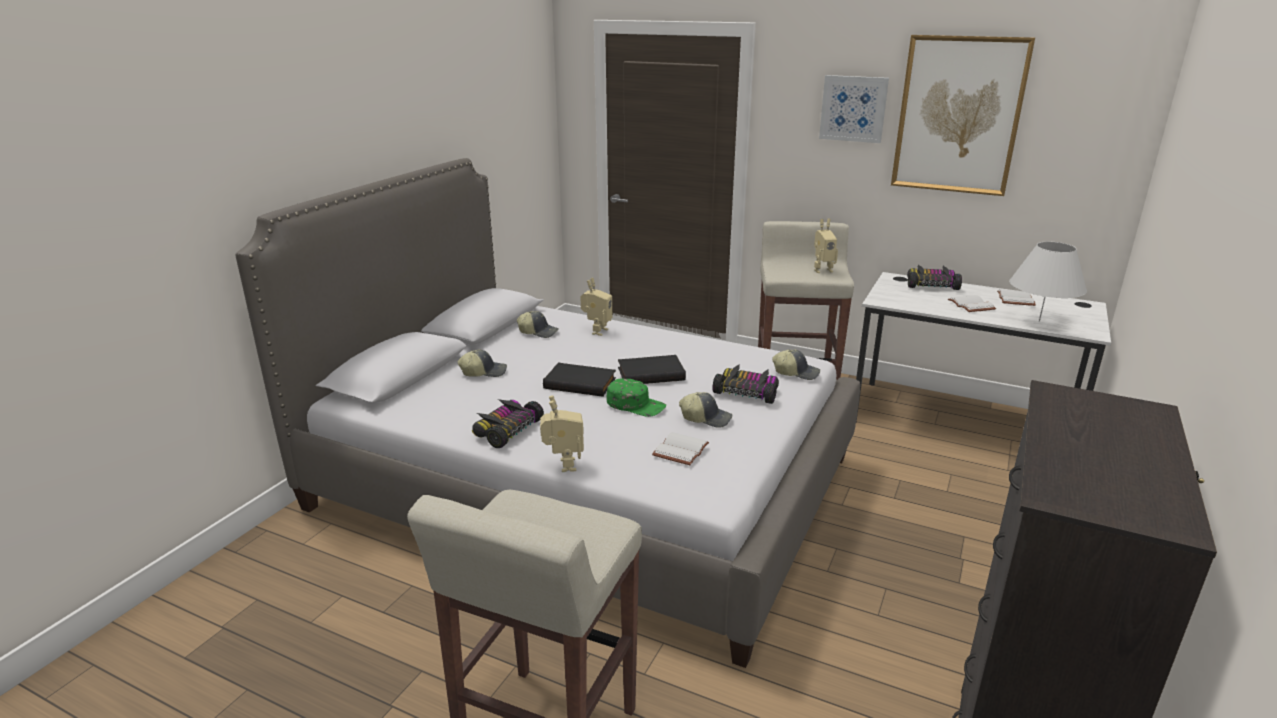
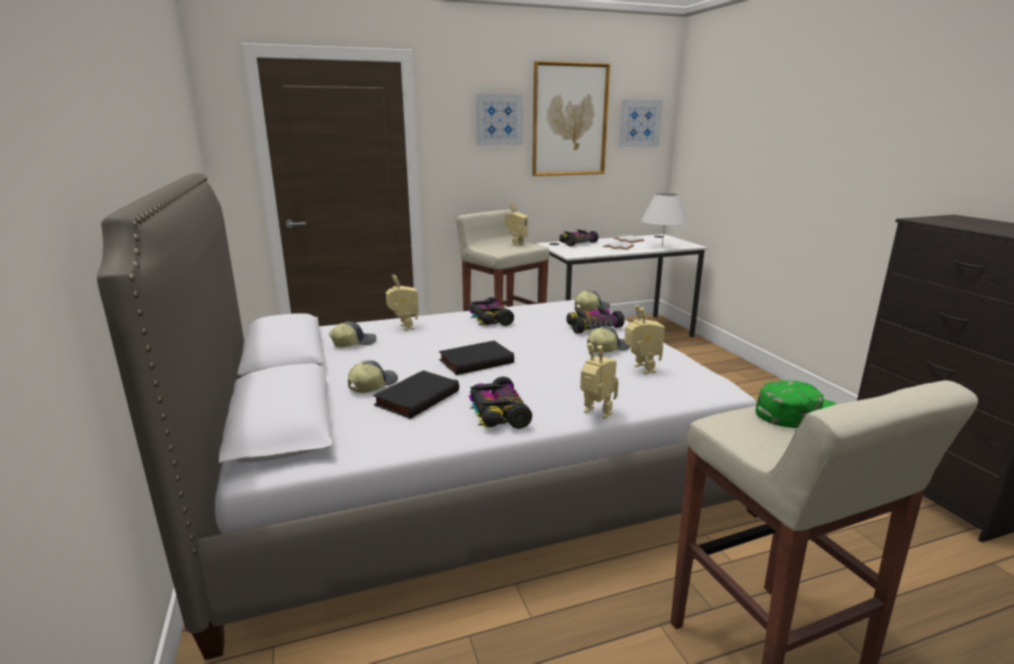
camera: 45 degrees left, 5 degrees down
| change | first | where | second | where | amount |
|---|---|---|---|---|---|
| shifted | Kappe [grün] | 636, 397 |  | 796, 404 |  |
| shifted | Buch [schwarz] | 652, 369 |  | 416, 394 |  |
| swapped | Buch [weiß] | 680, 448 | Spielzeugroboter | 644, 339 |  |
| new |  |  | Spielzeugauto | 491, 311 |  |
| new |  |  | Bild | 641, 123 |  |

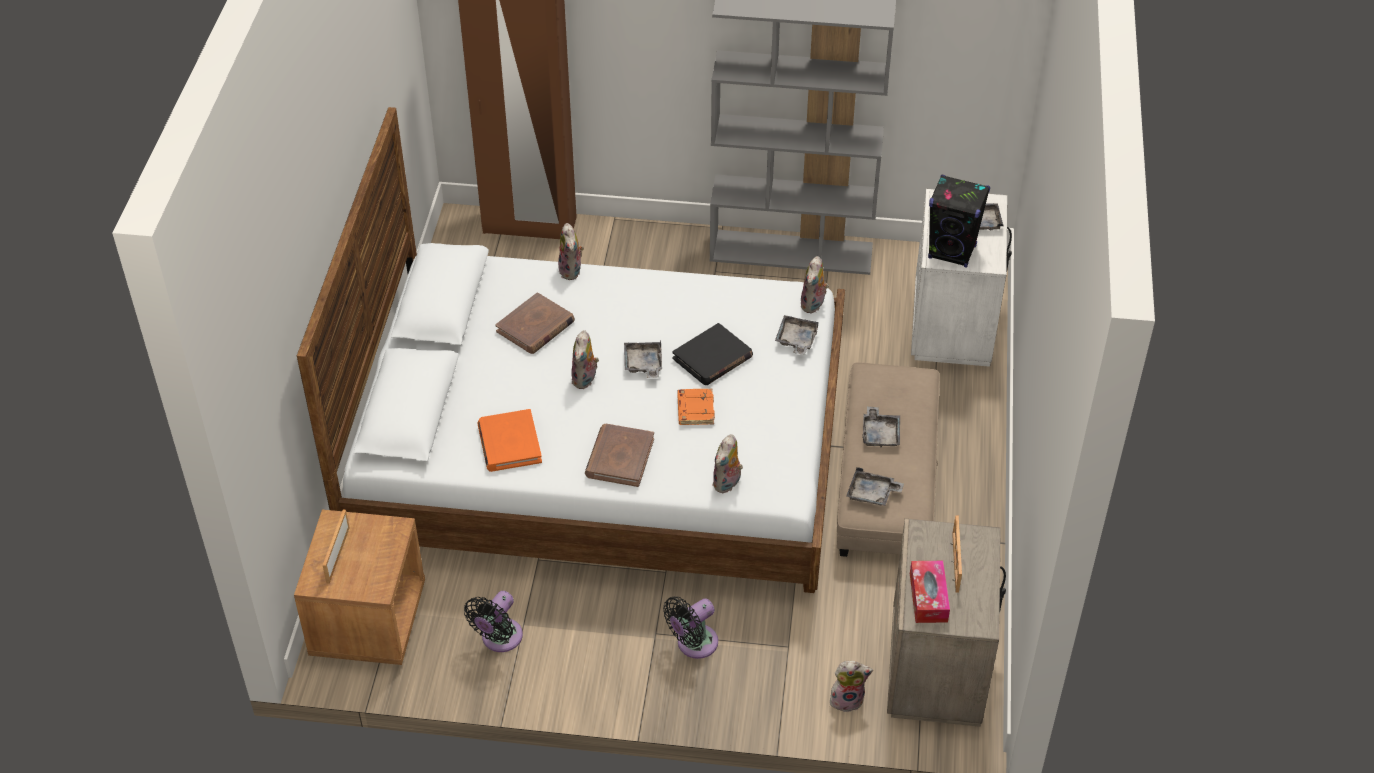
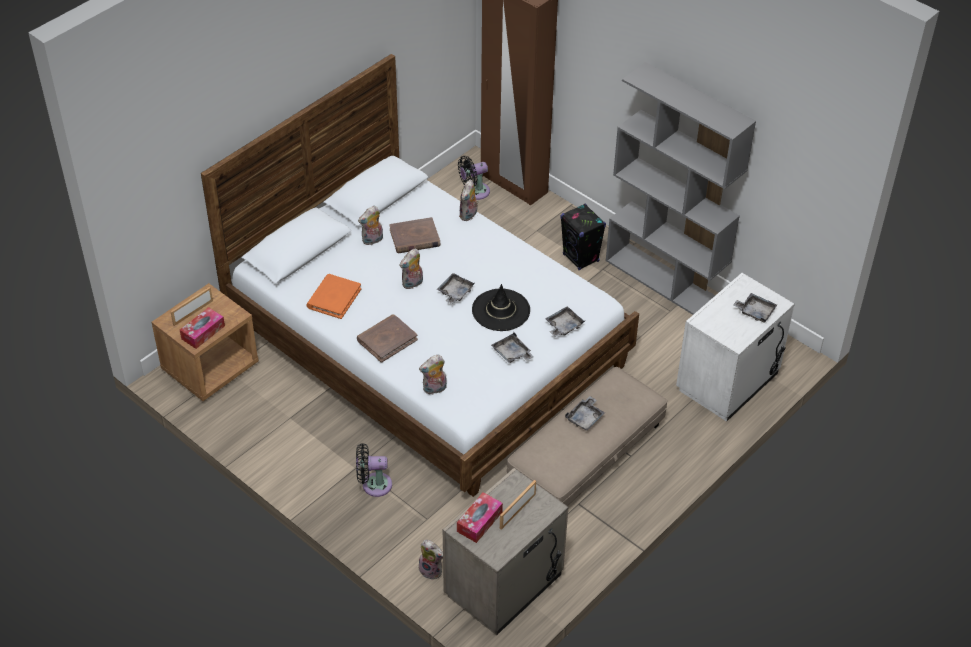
camera: 35 degrees right, 0 degrees up
| change | first | where | second | where | amount |
|---|---|---|---|---|---|
| shifted | Ventilator [schwarz] | 493, 621 |  | 474, 178 |  |
| swapped | Buch [schwarz] | 712, 354 | Hut [schwarz] | 501, 307 |  |
| gone | Buch [orange] | 696, 406 |  |  |  |
| shifted | Plüschtier | 815, 284 |  | 370, 225 |  |
| shifted | Tablett [grau] | 875, 486 |  | 512, 347 |  |
| shifted | Lautsprecher [schwarz] | 959, 221 |  | 583, 237 |  |
| new |  |  | Taschentuchbox | 202, 328 |  |

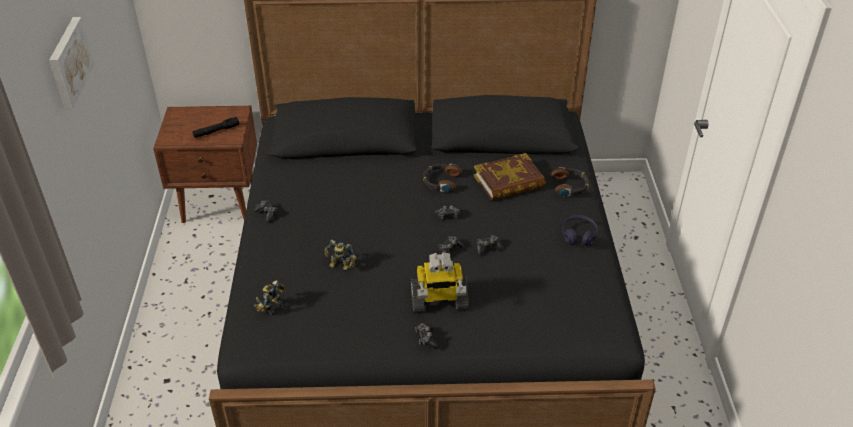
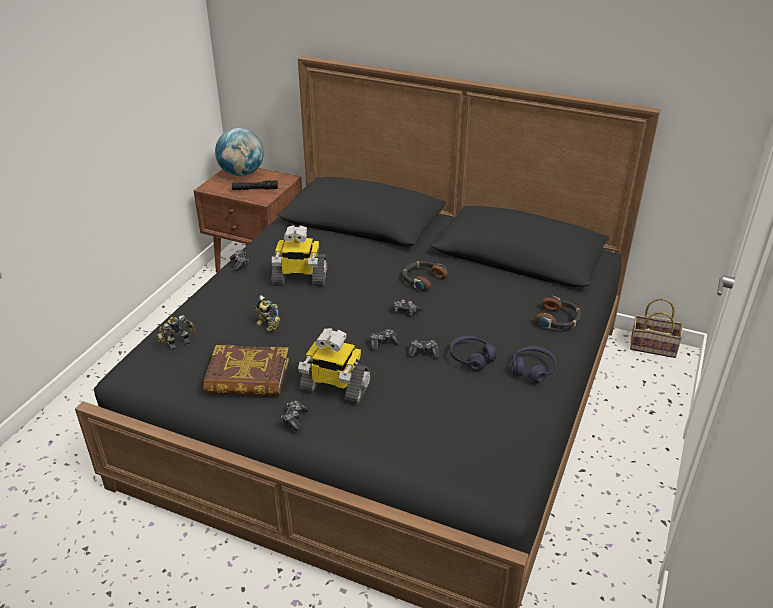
camera: 25 degrees right, 5 degrees down
| change | first | where | second | where | amount |
|---|---|---|---|---|---|
| gone | Bild | 71, 63 |  |  |  |
| shifted | Buch | 510, 177 |  | 246, 370 |  |
| new |  |  | Globus | 239, 152 |  |
| new |  |  | Spielzeugroboter | 299, 255 |  |
| new |  |  | Kopfhörer [lila] | 473, 353 |  |
| new |  |  | Korb | 656, 328 |  |

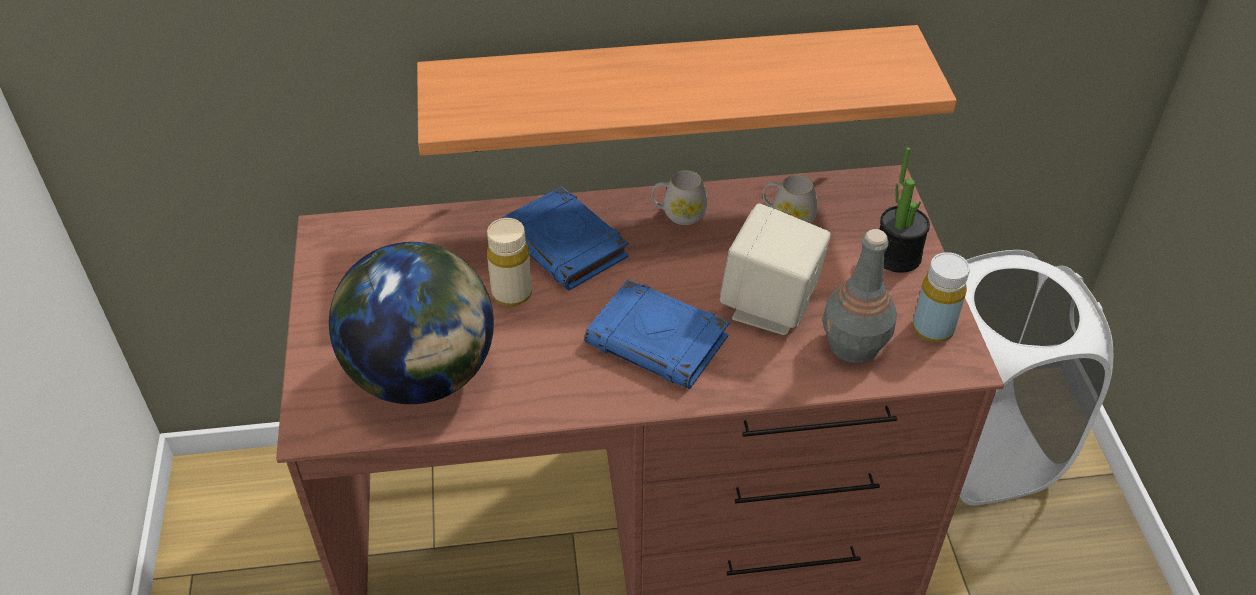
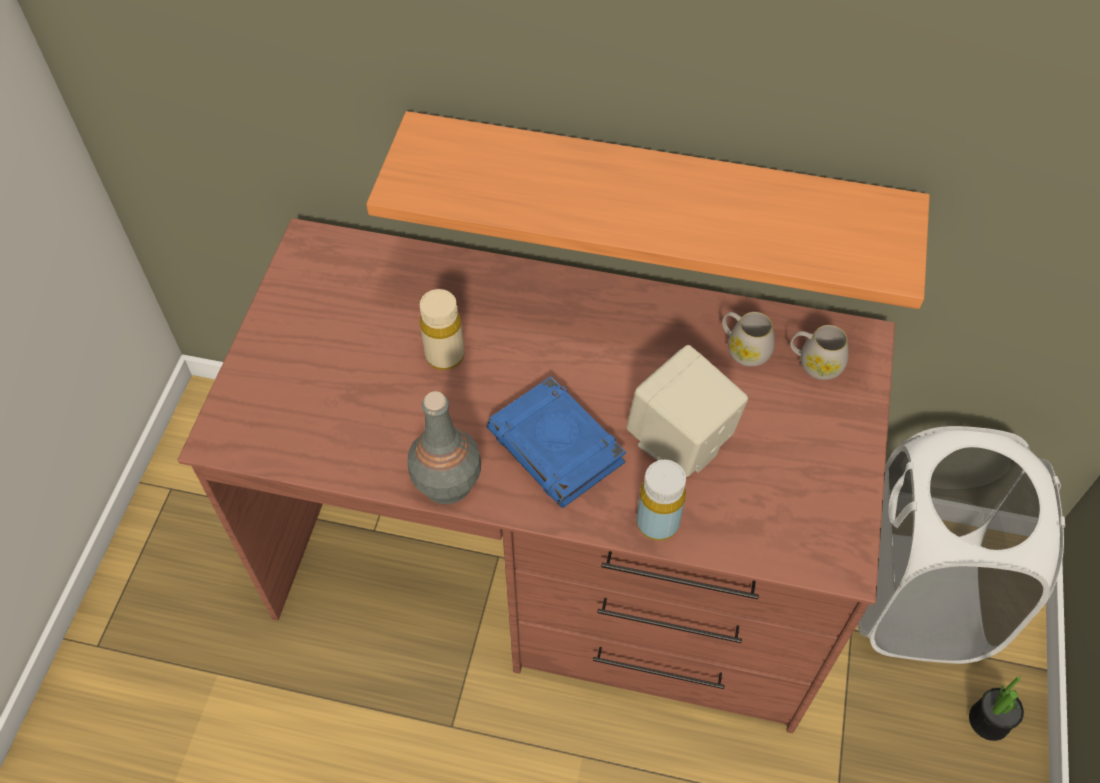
camera: 20 degrees right, 10 degrees up
| change | first | where | second | where | amount |
|---|---|---|---|---|---|
| gone | Globus | 411, 323 |  |  |  |
| gone | Buch [blau] | 566, 238 |  |  |  |
| shifted | Henkelbecher [weiß] | 679, 197 |  | 819, 352 |  |
| shifted | Flasche [grau] | 859, 296 |  | 444, 447 |  |
| shifted | Topfpflanze | 904, 210 |  | 996, 708 |  |
| shifted | Flasche [gelb] | 941, 297 |  | 661, 500 |  |

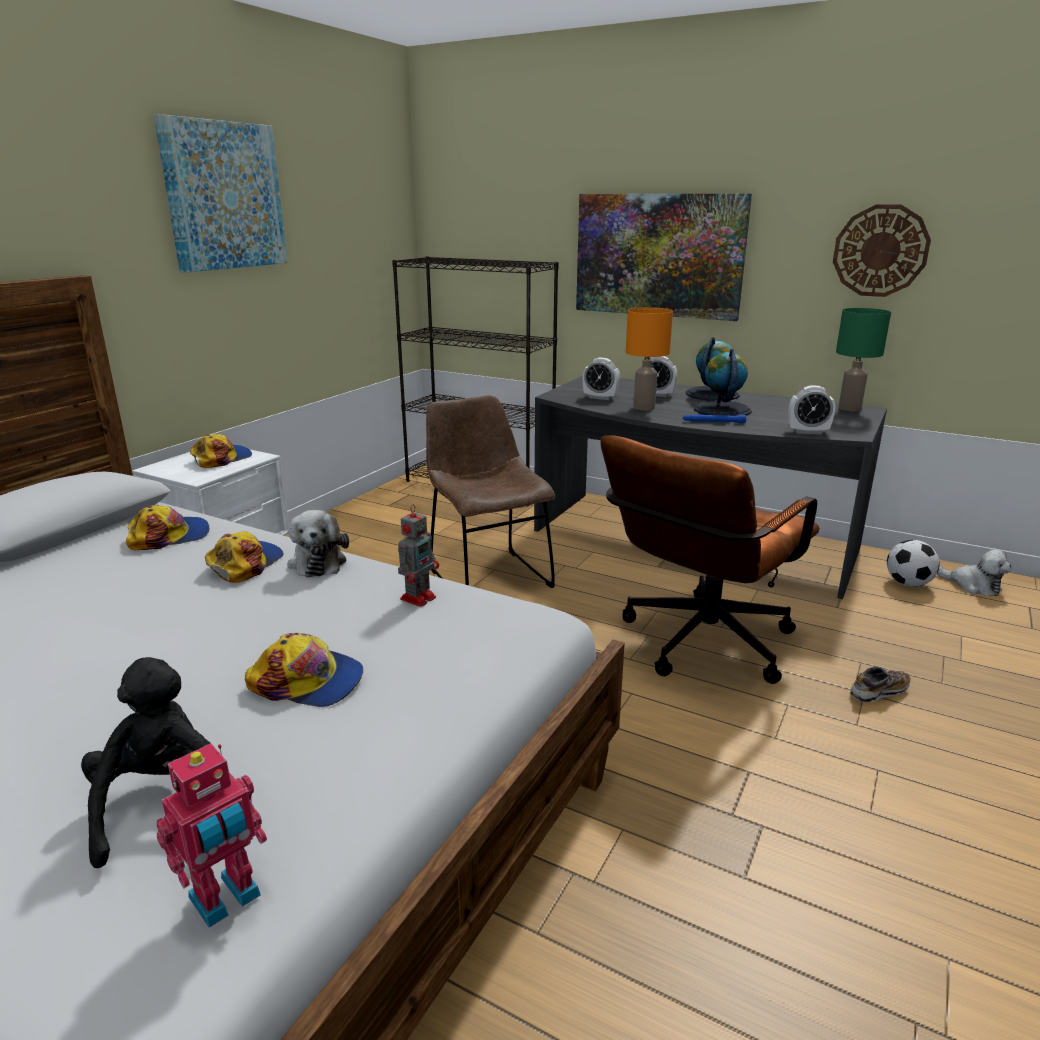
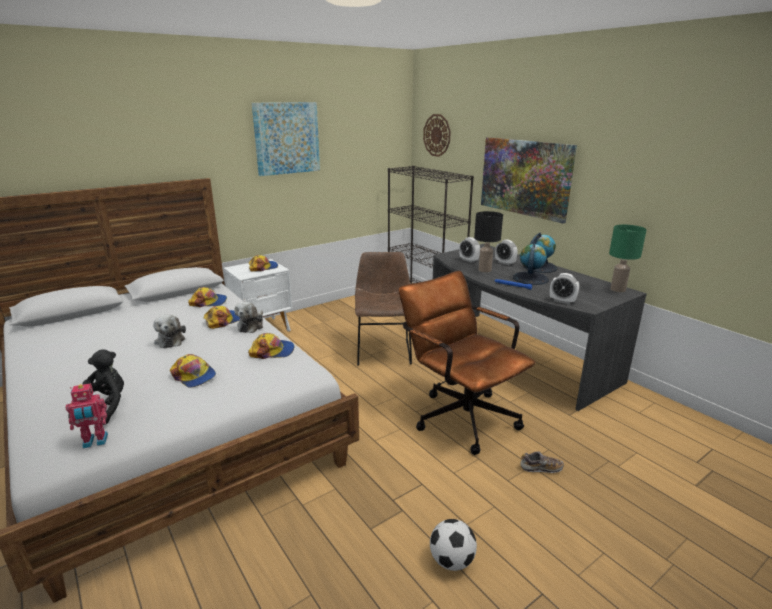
camera: 25 degrees right, 0 degrees up
| change | first | where | second | where | amount |
|---|---|---|---|---|---|
| swapped | Spielzeugroboter | 418, 555 | Kappe | 271, 346 |  |
| rotated | Bürostuhl [braun] | 710, 559 |  | 467, 363 | 75 degrees clockwise |
| repainted | Tischlampe [orange] | 649, 358 | Tischlampe [schwarz] | 488, 242 |  |
| shifted | Wanduhr | 882, 250 |  | 437, 135 |  |
| shifted | Fußball | 913, 563 |  | 453, 545 |  |
| shifted | Plüschtier | 974, 572 |  | 169, 331 |  |

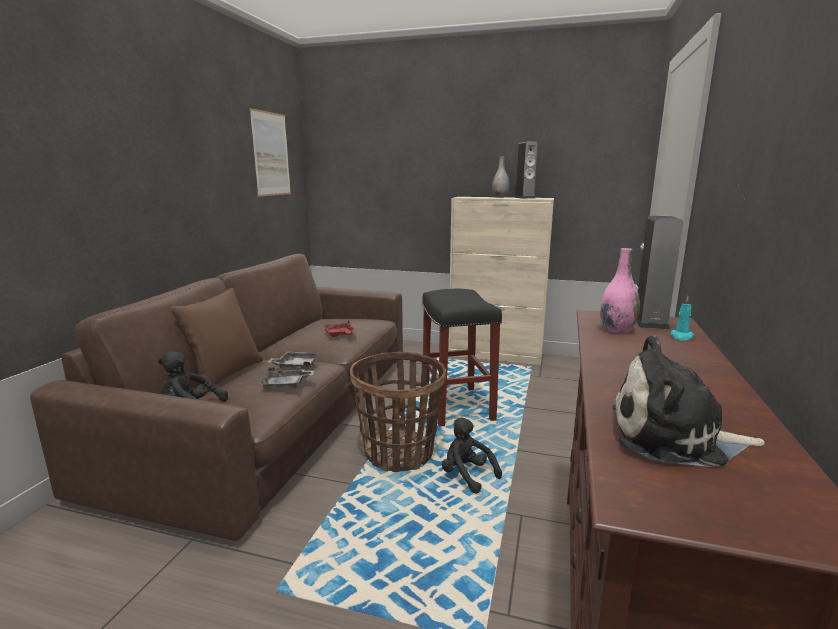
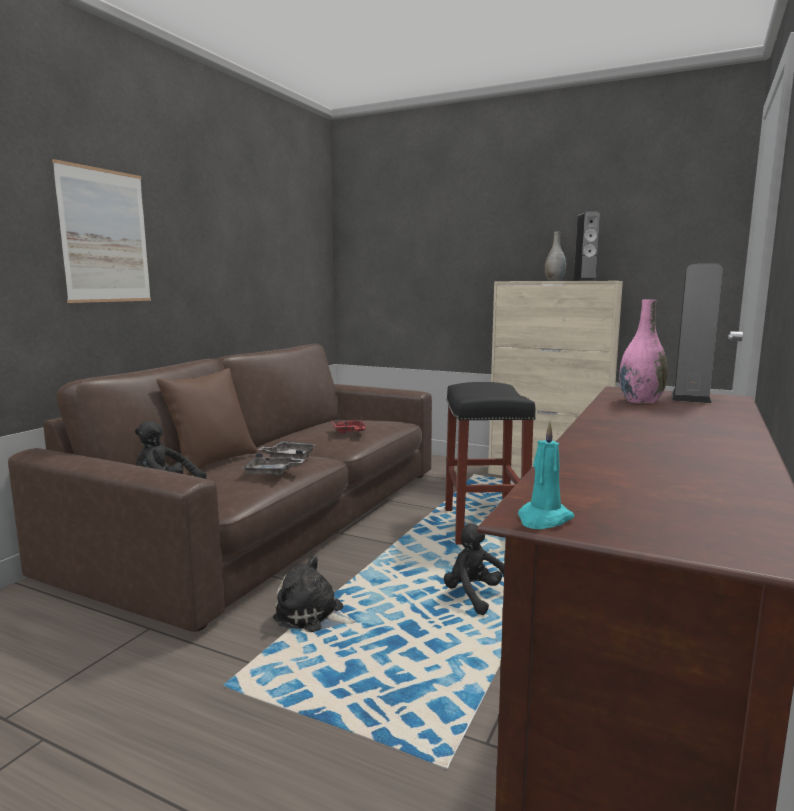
camera: 10 degrees right, 5 degrees down
| change | first | where | second | where | amount |
|---|---|---|---|---|---|
| shifted | Bild | 270, 152 |  | 101, 231 |  |
| gone | Korb | 398, 412 |  |  |  |
| shifted | Plüschtier | 688, 401 |  | 314, 593 |  |
| shifted | Kerze [türkis] | 682, 318 |  | 546, 475 |  |

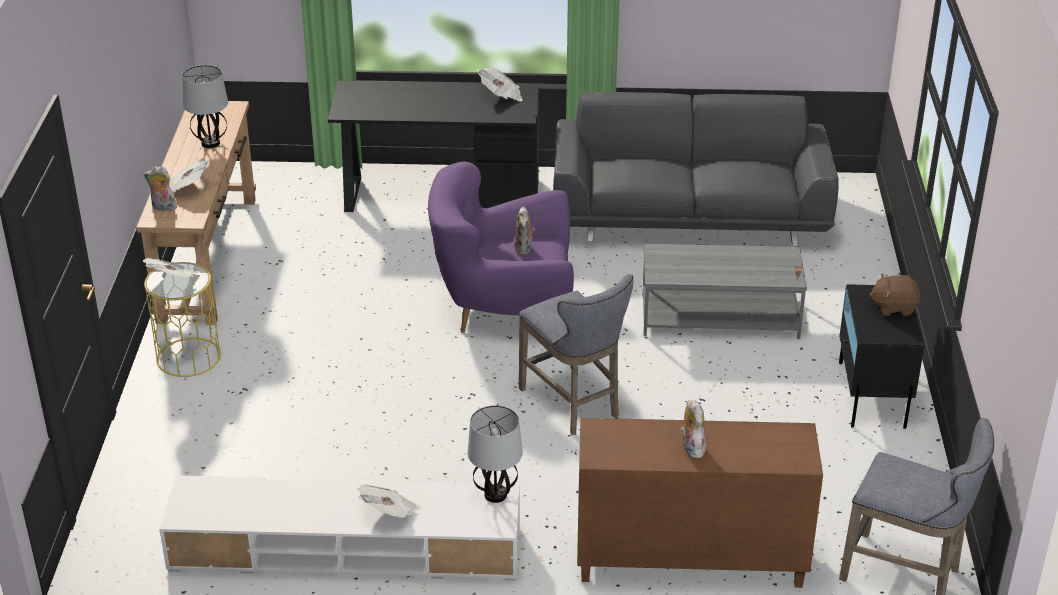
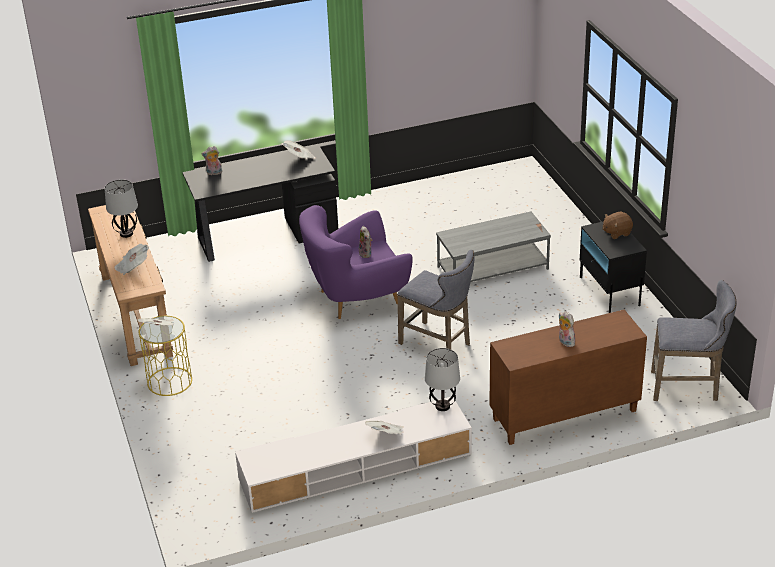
camera: 20 degrees left, 0 degrees up
| change | first | where | second | where | amount |
|---|---|---|---|---|---|
| shifted | Plüschtier | 160, 189 |  | 212, 160 |  |
| gone | Sofa [grau] | 696, 169 |  |  |  |

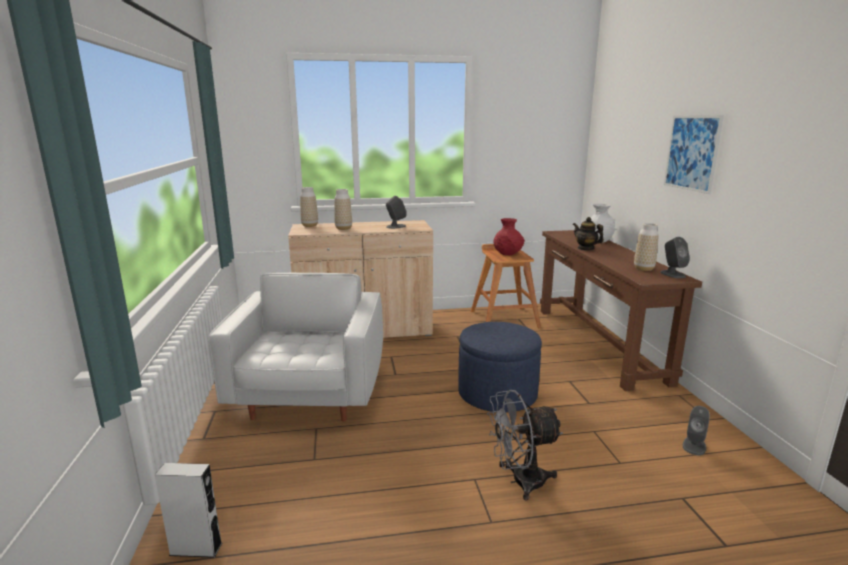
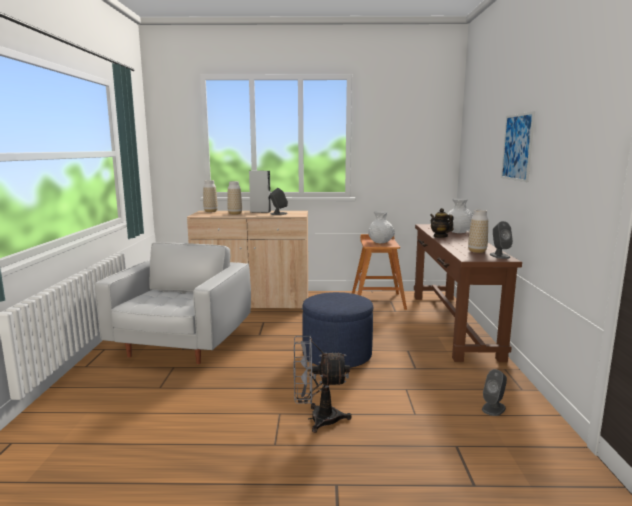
camera: 10 degrees right, 5 degrees down
| change | first | where | second | where | amount |
|---|---|---|---|---|---|
| shifted | Lautsprecher [grau] | 188, 510 |  | 260, 192 |  |
| repainted | Vase [rot] | 509, 237 | Vase [weiß] | 381, 227 |  |

